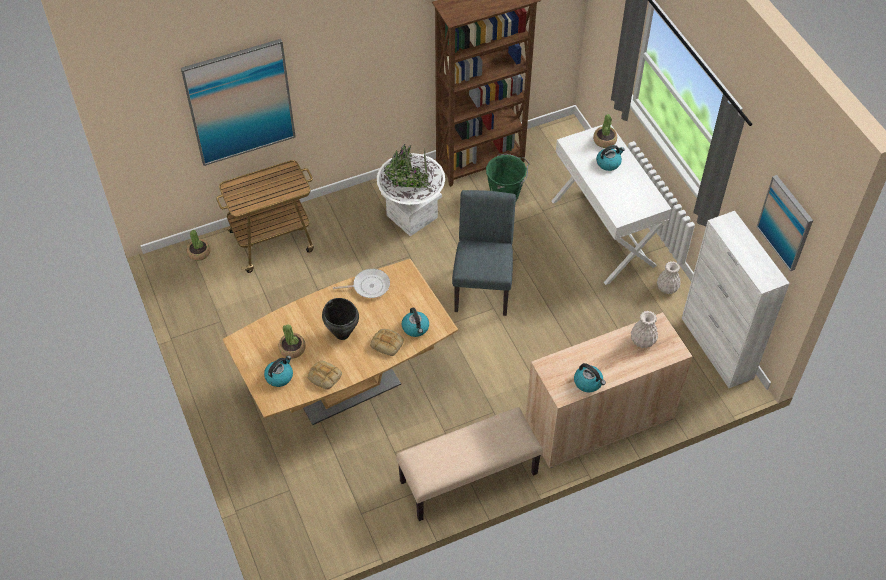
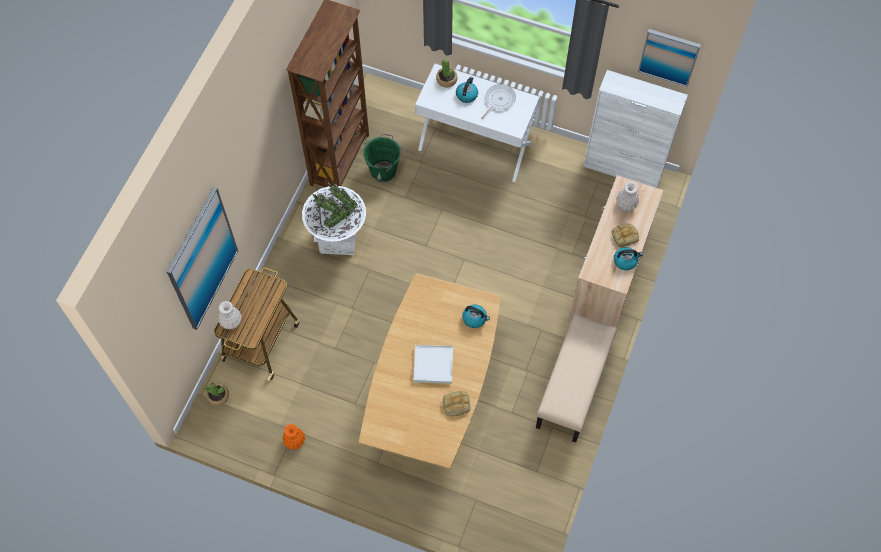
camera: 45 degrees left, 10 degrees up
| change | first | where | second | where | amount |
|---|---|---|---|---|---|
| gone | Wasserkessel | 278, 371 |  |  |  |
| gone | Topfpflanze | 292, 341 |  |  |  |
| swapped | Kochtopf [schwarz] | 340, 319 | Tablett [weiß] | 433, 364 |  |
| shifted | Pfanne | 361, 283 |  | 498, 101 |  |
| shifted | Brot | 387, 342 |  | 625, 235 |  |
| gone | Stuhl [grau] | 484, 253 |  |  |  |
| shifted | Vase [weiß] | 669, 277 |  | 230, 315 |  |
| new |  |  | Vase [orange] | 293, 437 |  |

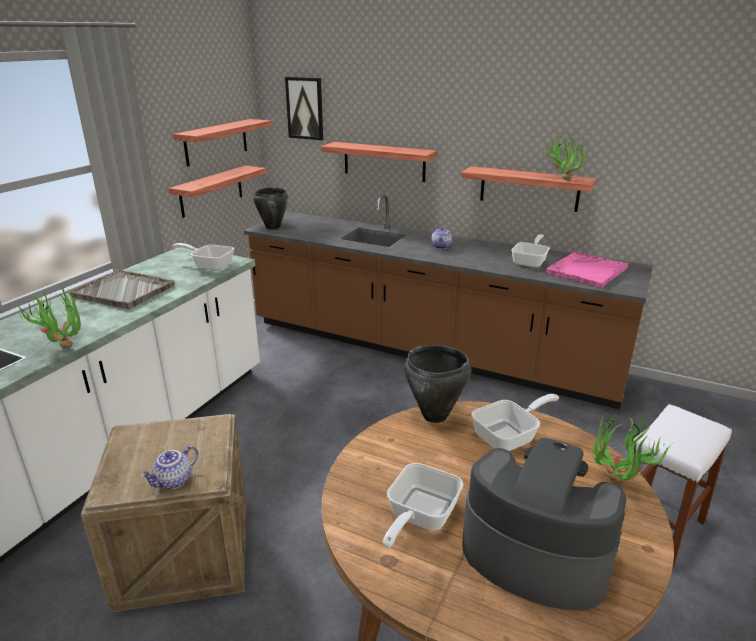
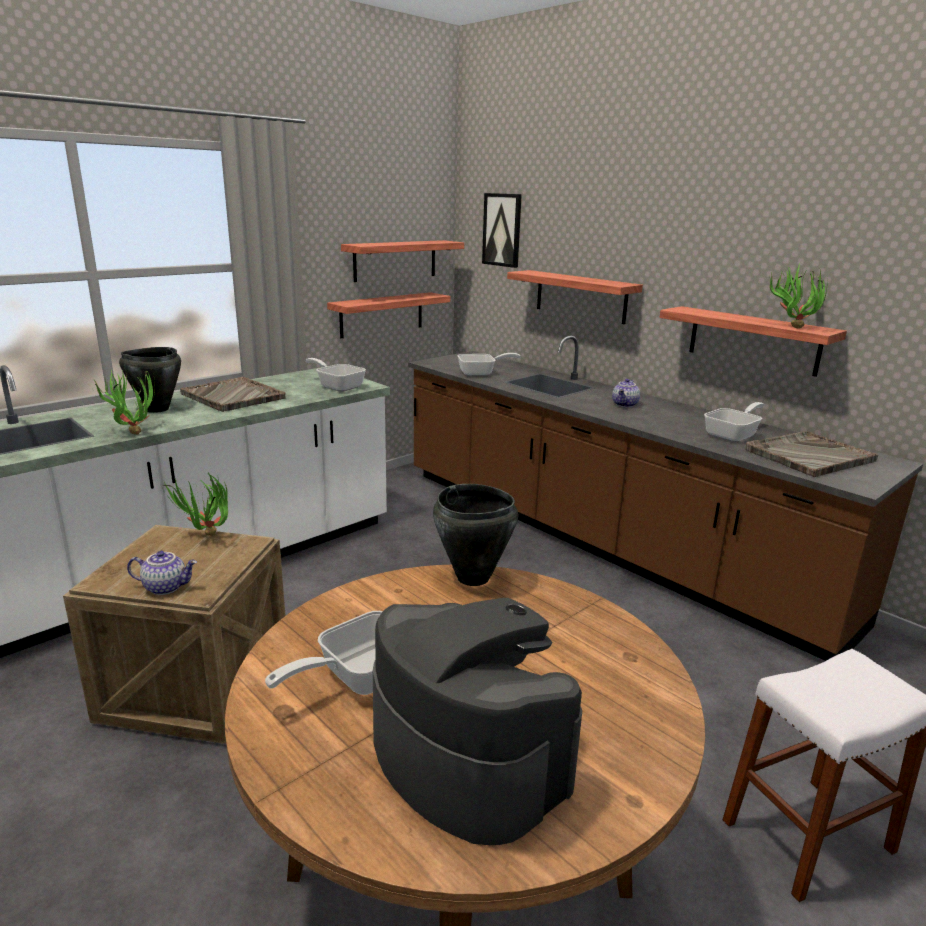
camera: 20 degrees right, 5 degrees down
| change | first | where | second | where | amount |
|---|---|---|---|---|---|
| rotated | Teekanne | 169, 467 |  | 162, 573 | 150 degrees counterclockwise |
| shifted | Kochtopf [schwarz] | 270, 208 |  | 150, 380 |  |
| shifted | Pfanne | 515, 422 |  | 489, 364 |  |
| repainted | Tablett [rosa] | 587, 269 | Tablett [grau] | 811, 454 |  |
| shifted | Topfpflanze | 632, 447 |  | 195, 504 |  |

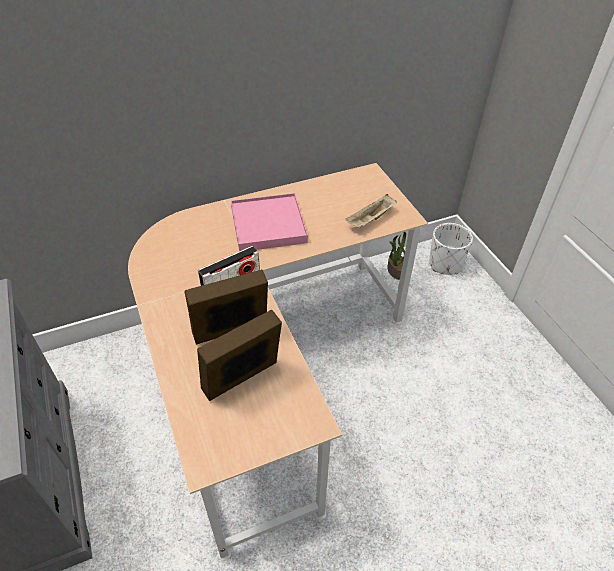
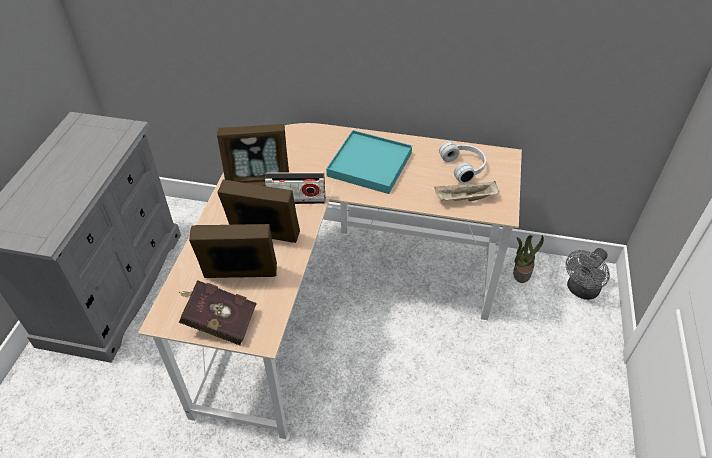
camera: 35 degrees right, 0 degrees up
| change | first | where | second | where | amount |
|---|---|---|---|---|---|
| repainted | Tablett [rosa] | 269, 222 | Tablett [türkis] | 369, 162 |  |
| swapped | Pflanzkübel [weiß] | 451, 249 | Ventilator [grau] | 588, 274 |  |
| new |  |  | Buch [rot] | 218, 312 |  |
| new |  |  | Bilderrahmen | 253, 155 |  |
| new |  |  | Kopfhörer [weiß] | 462, 162 |  |

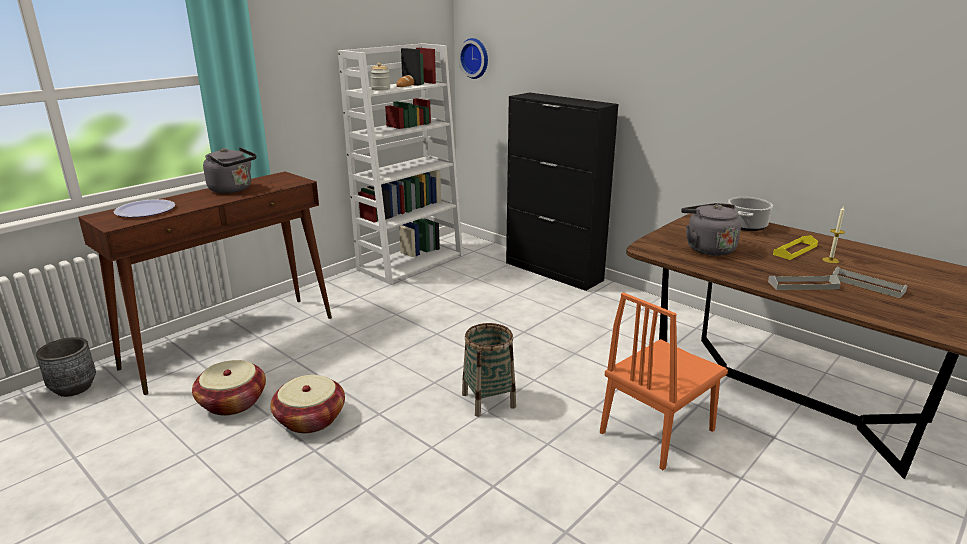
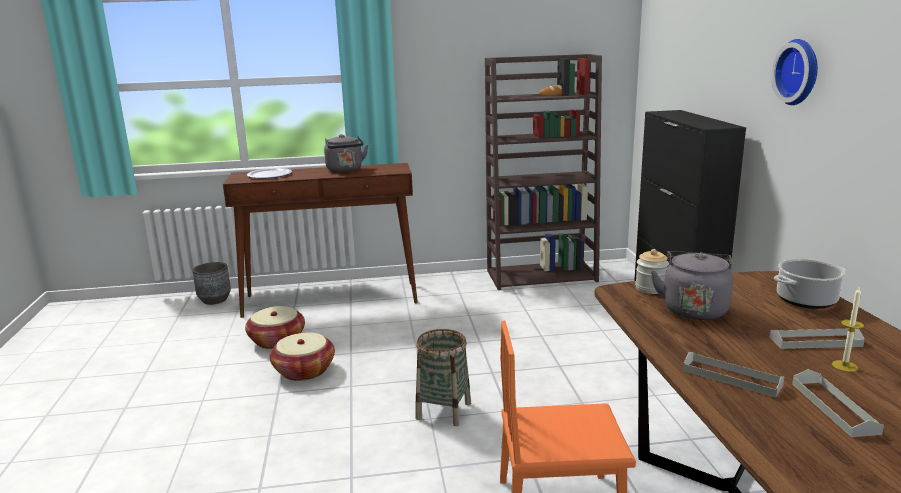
camera: 40 degrees right, 5 degrees down
| change | first | where | second | where | amount |
|---|---|---|---|---|---|
| repainted | Bücherregal [weiß] | 400, 164 | Bücherregal [braun] | 543, 172 |  |
| shifted | Vorratsglas | 380, 77 |  | 652, 271 |  |
| shifted | Wanduhr | 473, 58 |  | 794, 72 |  |
| repainted | Tablett [gelb] | 795, 247 | Tablett [grau] | 817, 339 |  |

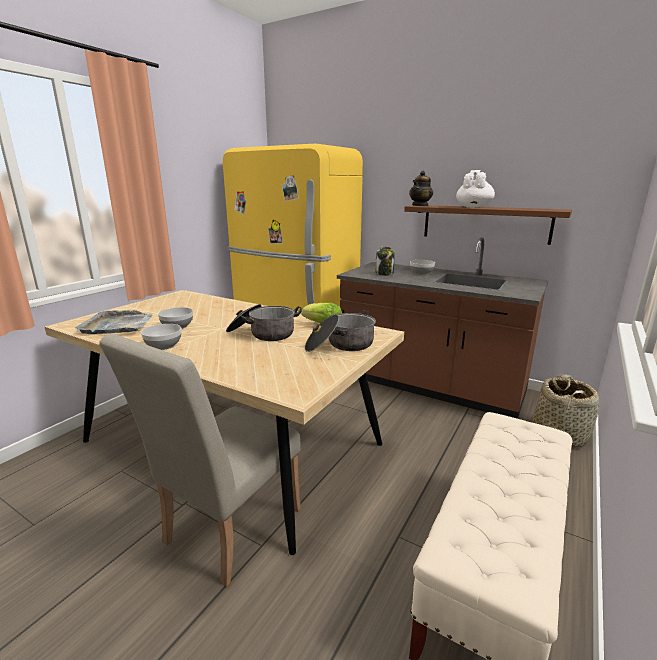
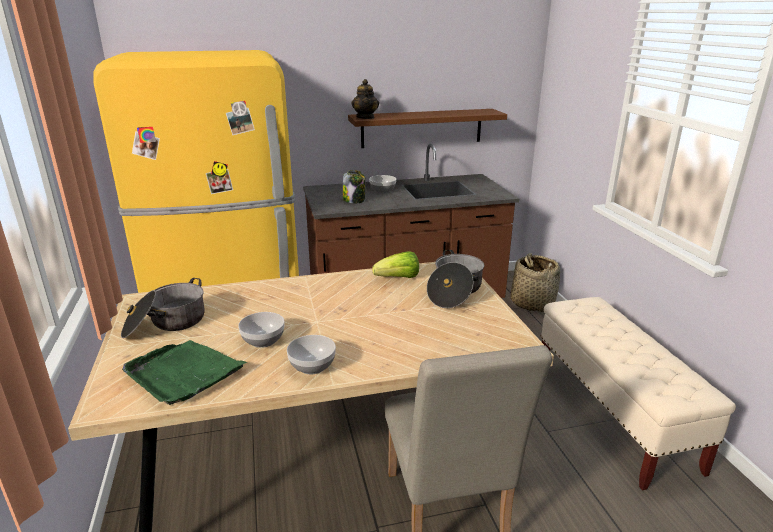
camera: 45 degrees left, 5 degrees up
| change | first | where | second | where | amount |
|---|---|---|---|---|---|
| repainted | Tablett [grau] | 114, 322 | Tablett [grün] | 184, 372 |  |
| shifted | Kochtopf | 264, 322 |  | 163, 308 |  |
| gone | Teekanne [weiß] | 475, 189 |  |  |  |

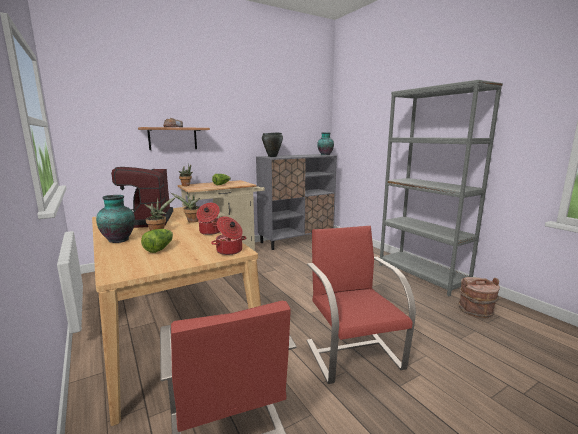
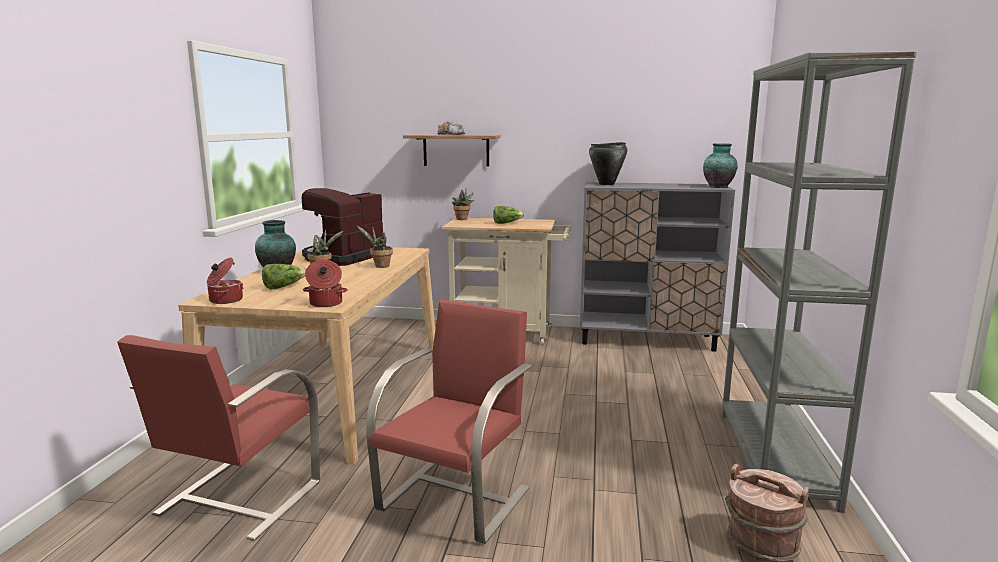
camera: 40 degrees right, 0 degrees up
| change | first | where | second | where | amount |
|---|---|---|---|---|---|
| shifted | Kochtopf | 208, 219 |  | 225, 281 |  |

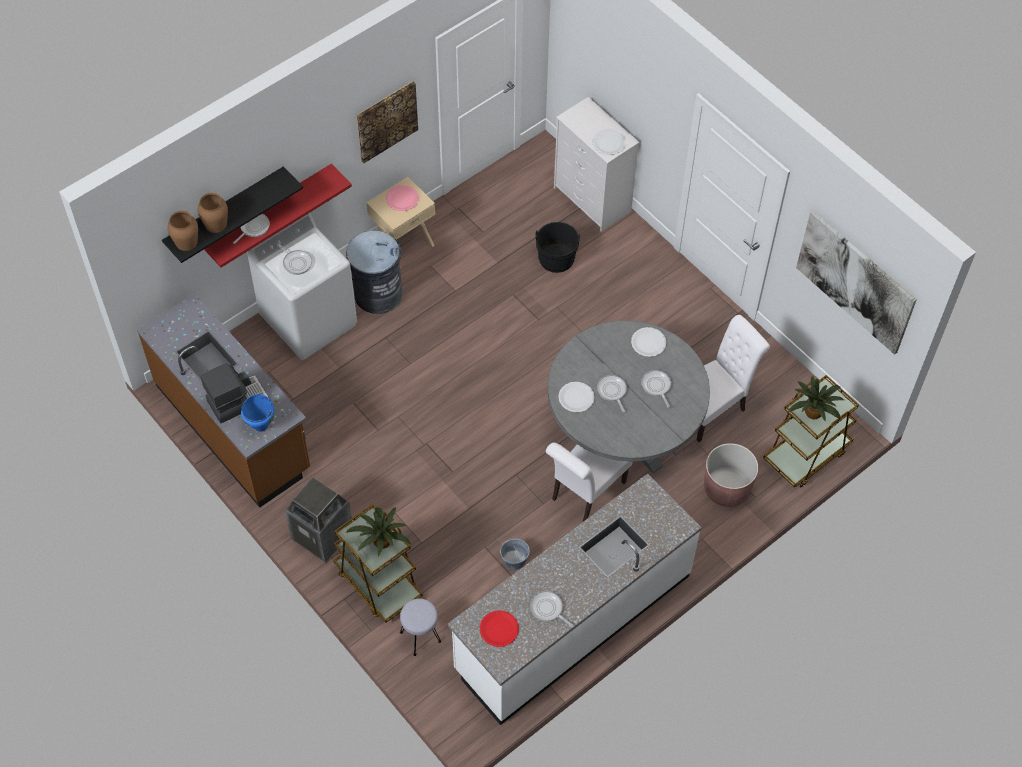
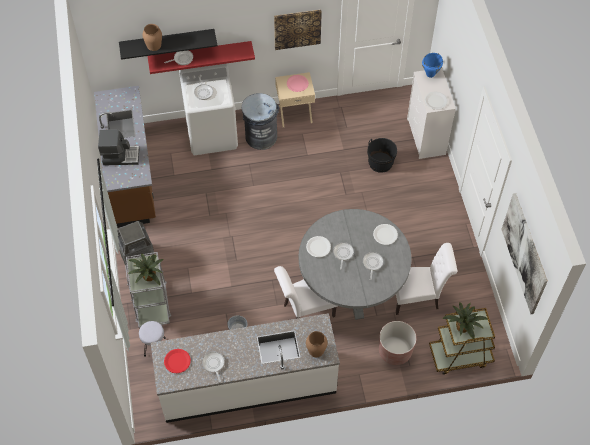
camera: 30 degrees right, 0 degrees up
| change | first | where | second | where | amount |
|---|---|---|---|---|---|
| shifted | Vase [braun] | 183, 231 |  | 317, 344 |  |
| shifted | Kochtopf [blau] | 257, 413 |  | 432, 65 |  |
| repainted | Rollwagen [braun] | 378, 563 | Rollwagen [grau] | 148, 290 |  |

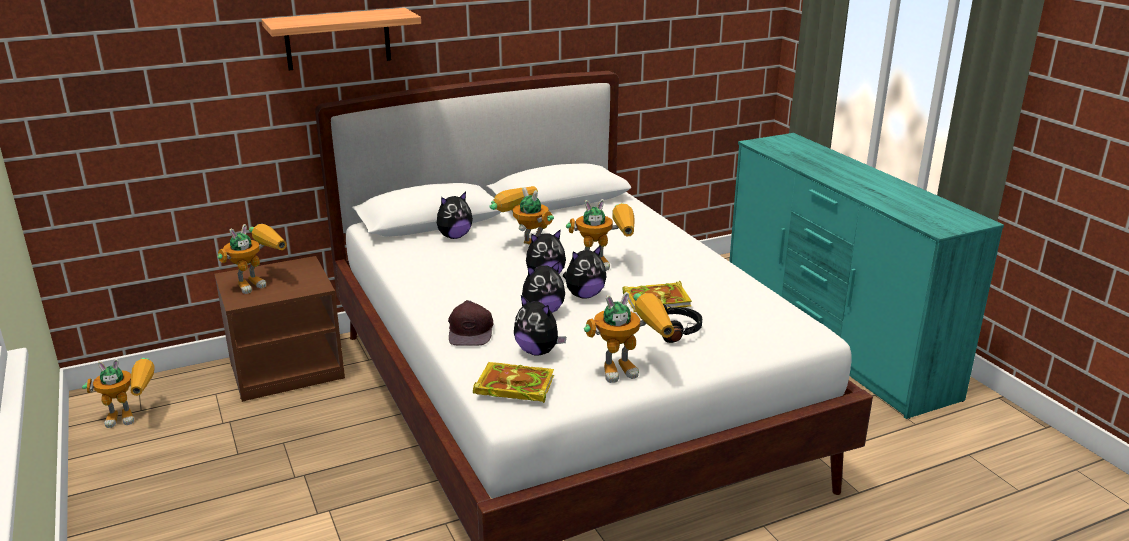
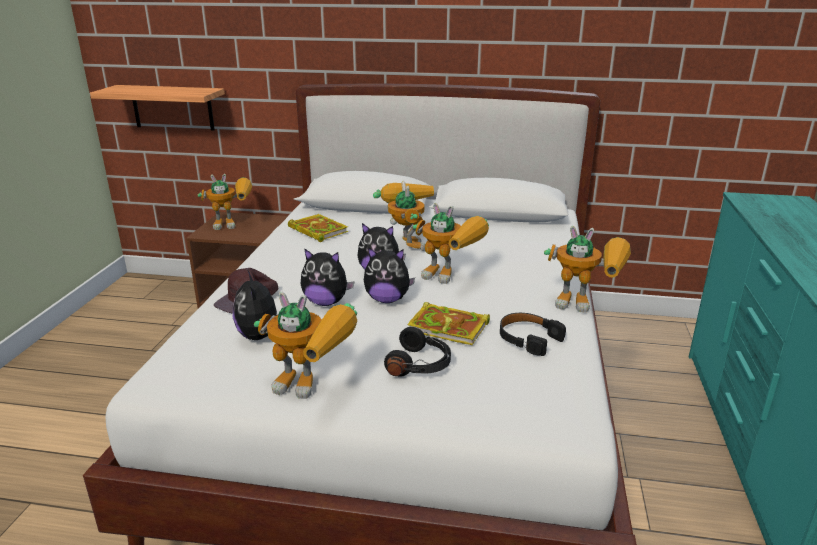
camera: 35 degrees right, 0 degrees up
| change | first | where | second | where | amount |
|---|---|---|---|---|---|
| shifted | Spielzeugroboter | 118, 393 |  | 587, 269 |  |
| shifted | Wandregal | 341, 39 |  | 157, 107 |  |
| gone | Plüschtier | 455, 215 |  |  |  |
| shifted | Buch | 513, 382 |  | 318, 228 |  |
| new |  |  | Kopfhörer [schwarz] | 533, 334 |  |

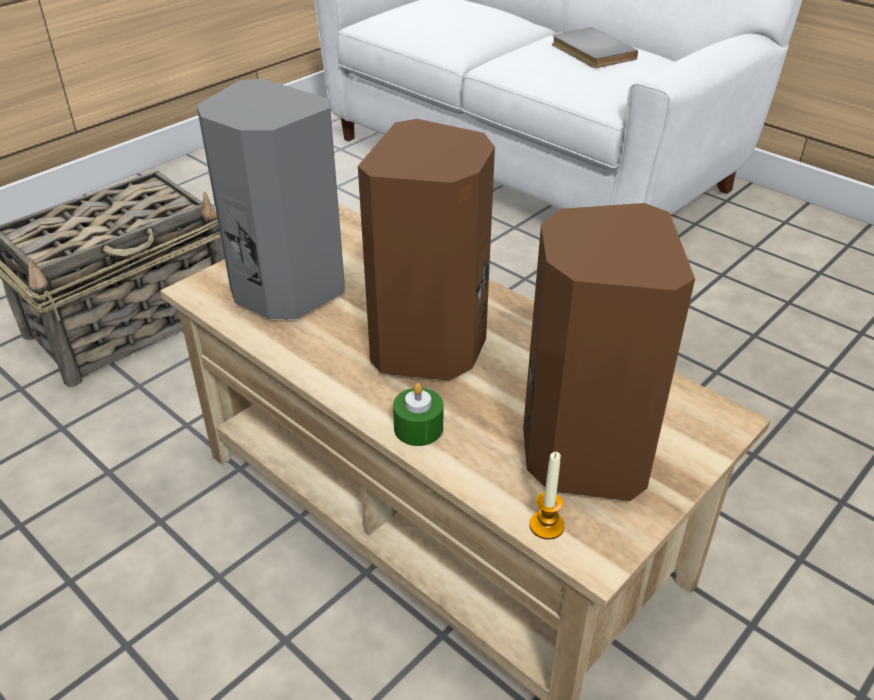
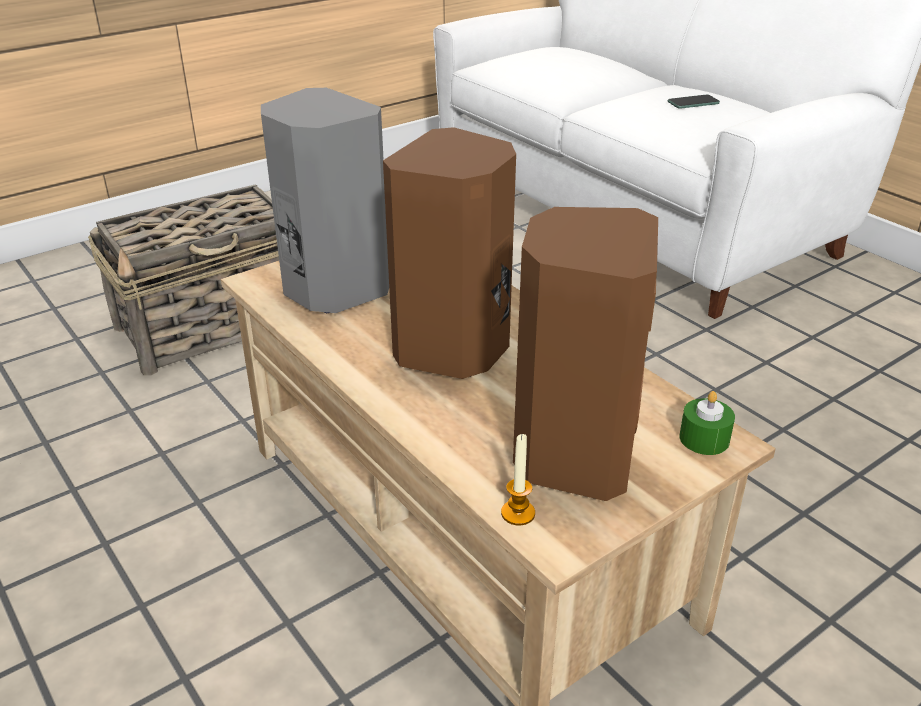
camera: 10 degrees right, 5 degrees down
| change | first | where | second | where | amount |
|---|---|---|---|---|---|
| shifted | Kerze [grün] | 418, 414 |  | 707, 423 |  |
| swapped | Buch [grau] | 595, 47 | Handy | 694, 102 |  |

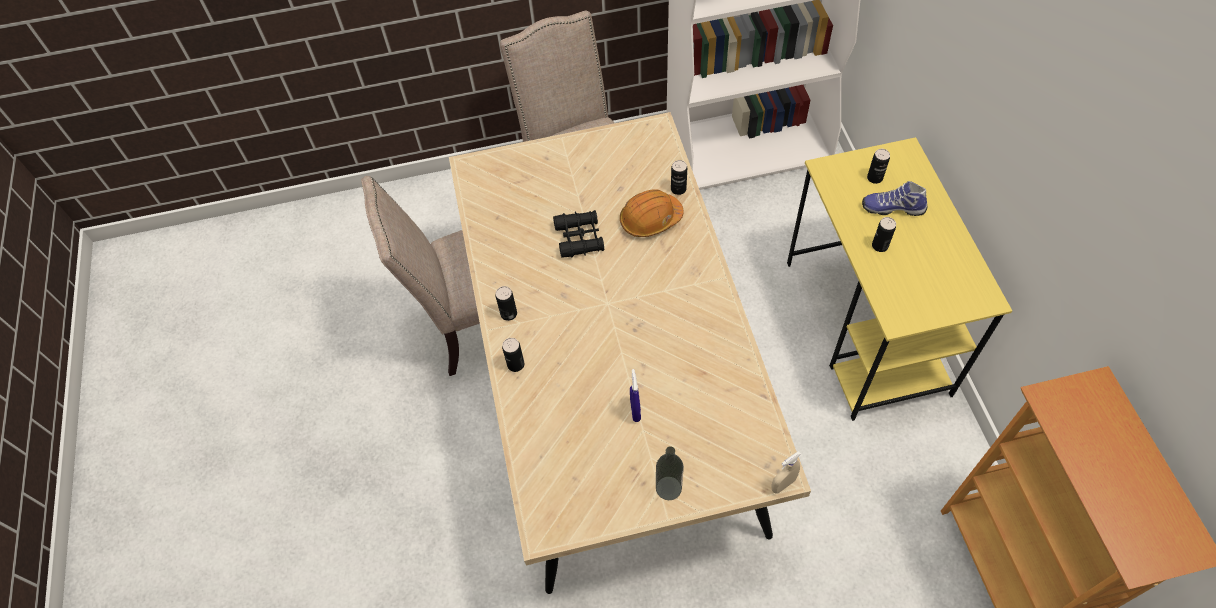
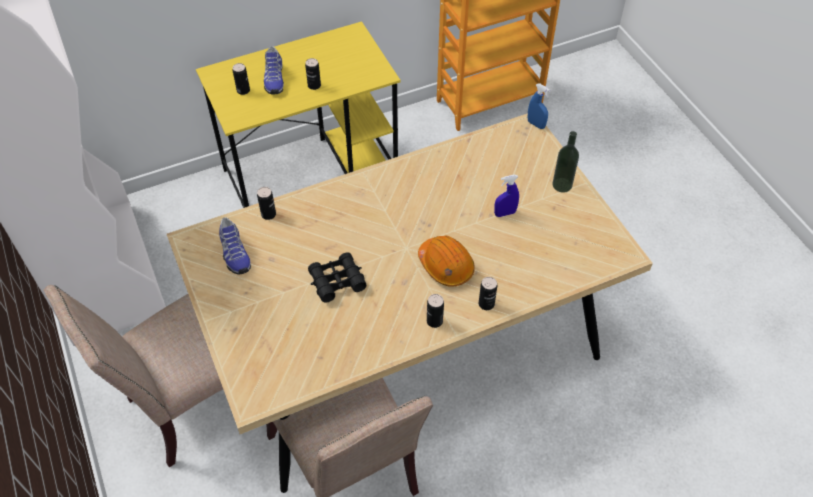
camera: 105 degrees left, 5 degrees down
| change | first | where | second | where | amount |
|---|---|---|---|---|---|
| shifted | Schutzhelm [orange] | 652, 213 |  | 446, 261 |  |
| repainted | Sprühflasche [beige] | 786, 472 | Sprühflasche [blau] | 539, 106 |  |
| new |  |  | Schuh | 235, 246 |  |

